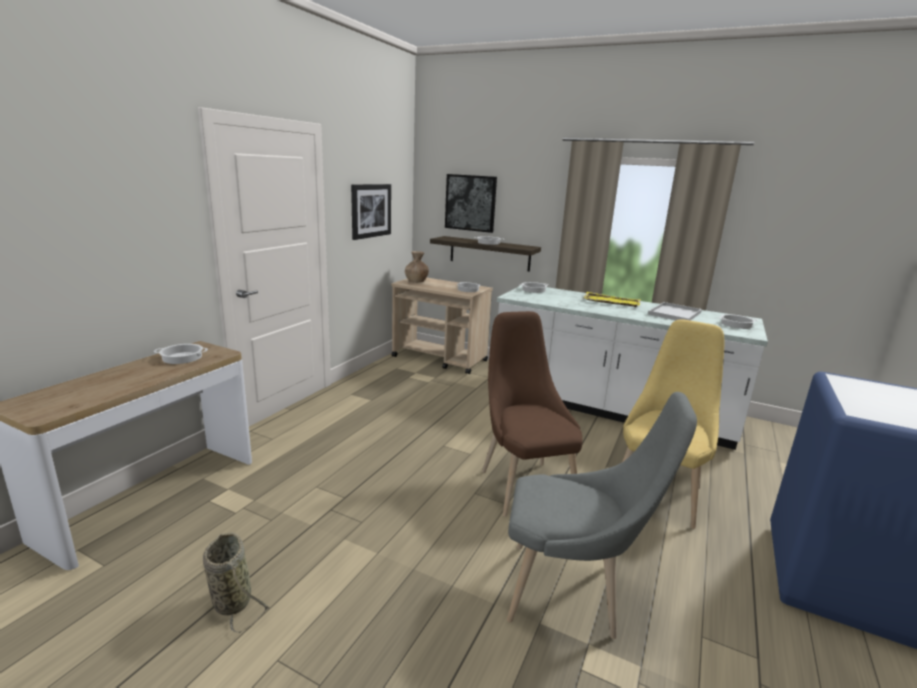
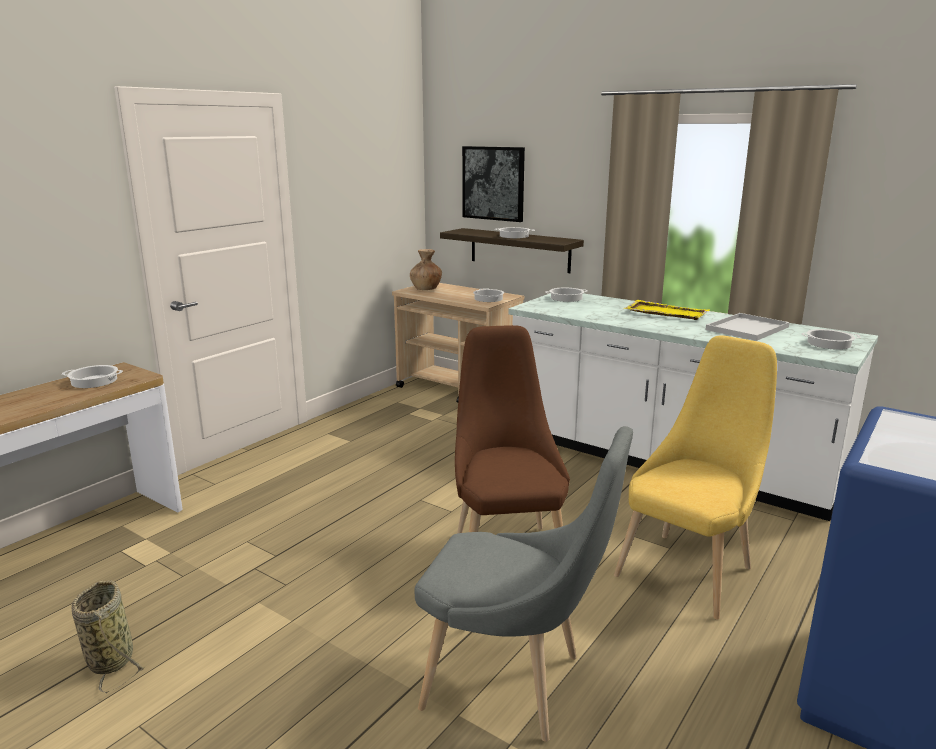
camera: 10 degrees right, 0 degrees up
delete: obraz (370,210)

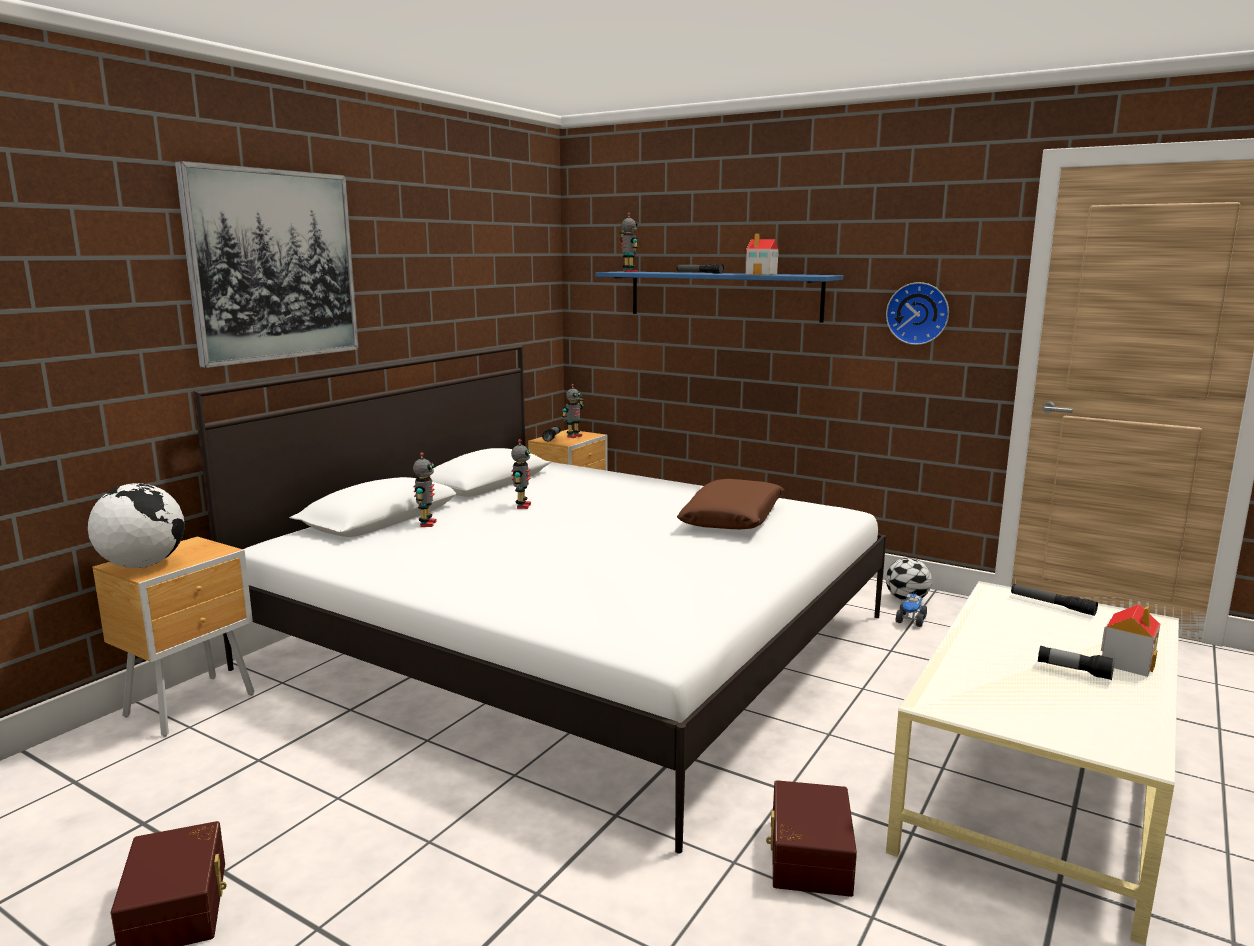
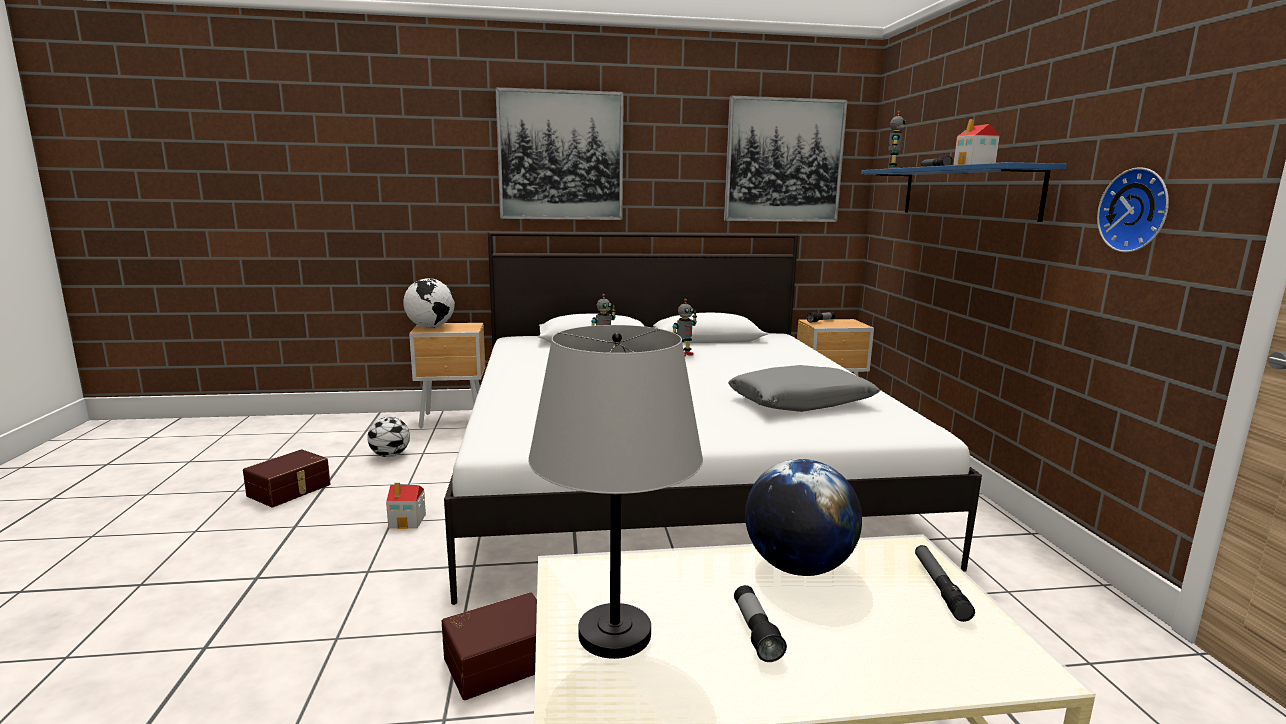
camera: 50 degrees right, 0 degrees up
delete: robot zabawkowy (573,436); ciężarówka zabawkowa (911,620)
insert: lampa stołowa/szary (614,635); obraz (783,161); globus (798,567)
move: piłka futbolowa (907,600) to (390,455); domek (1127,662) to (408,521)
recolor: poduszka/brązowy (733,518) to poduszka/szary (801,402)

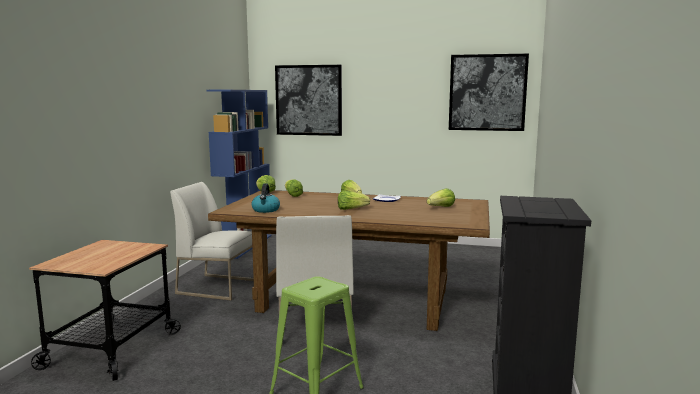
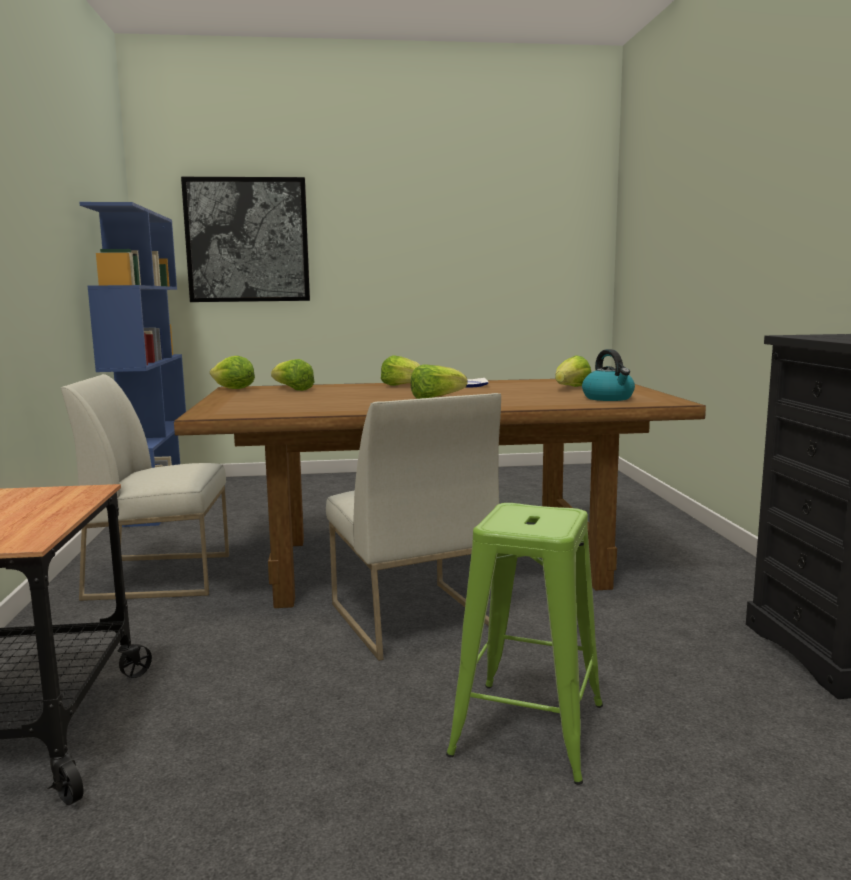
camera: 20 degrees left, 0 degrees up
delete: obraz (487,92)
move: czajnik (266,210) to (608,398)

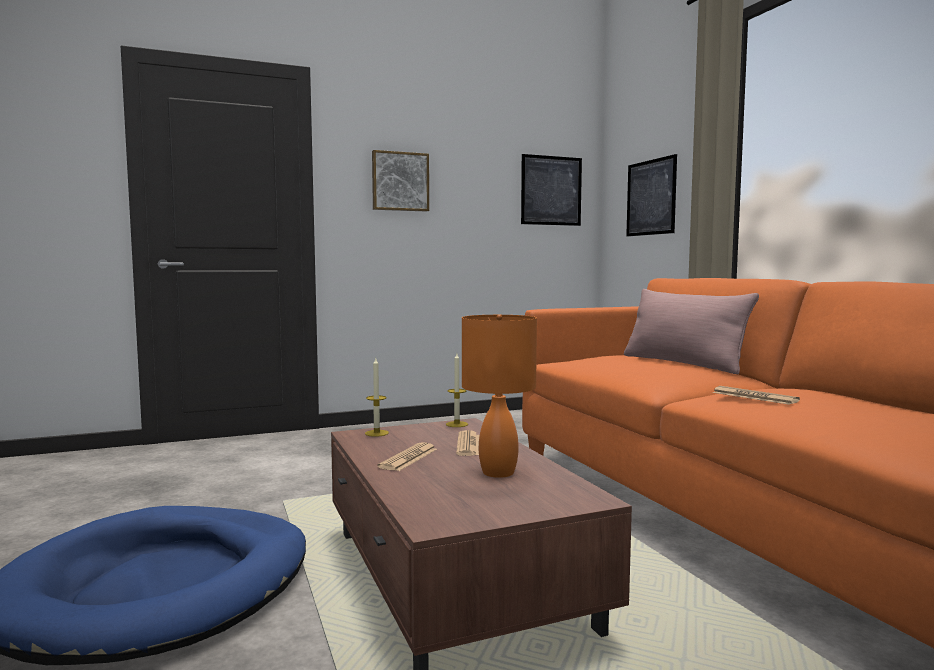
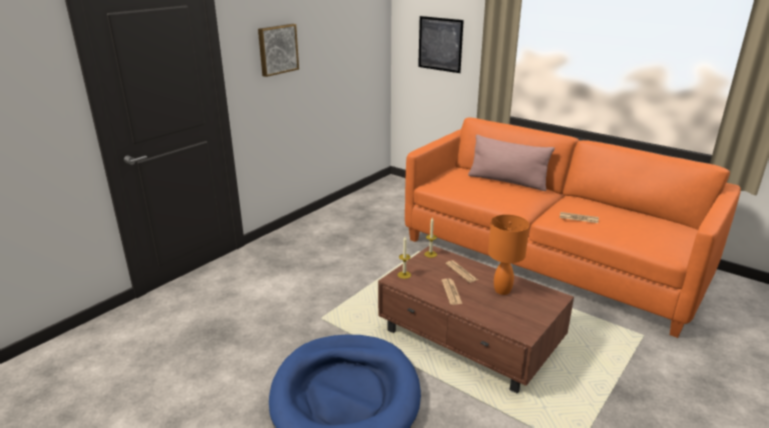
camera: 30 degrees left, 20 degrees up
delete: obraz (551,190)

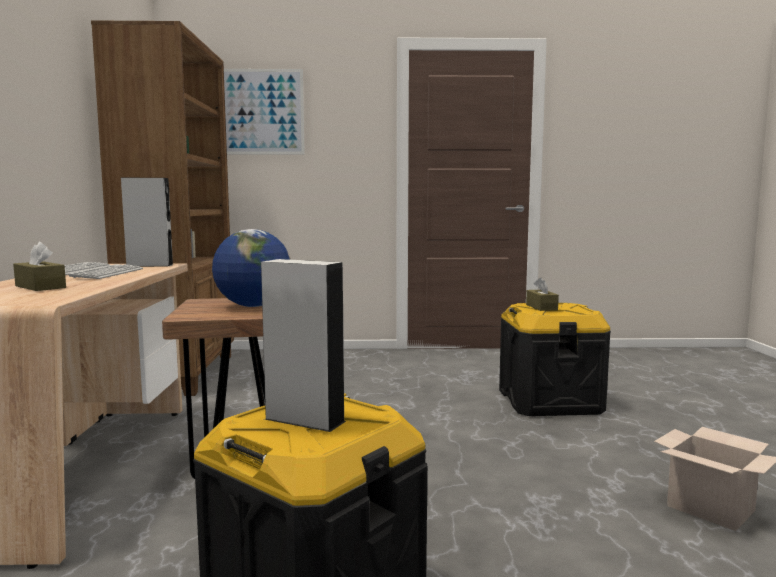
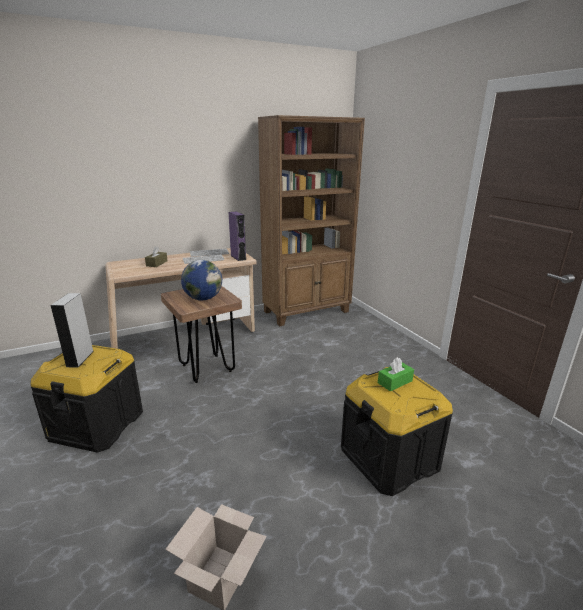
camera: 65 degrees right, 15 degrees up
delete: obraz (262,112)
recolor: głośnik/szary (150,265) to głośnik/fioletowy (238,257); pudełko chusteczek/brązowy (541,307) to pudełko chusteczek/zielony (395,382)

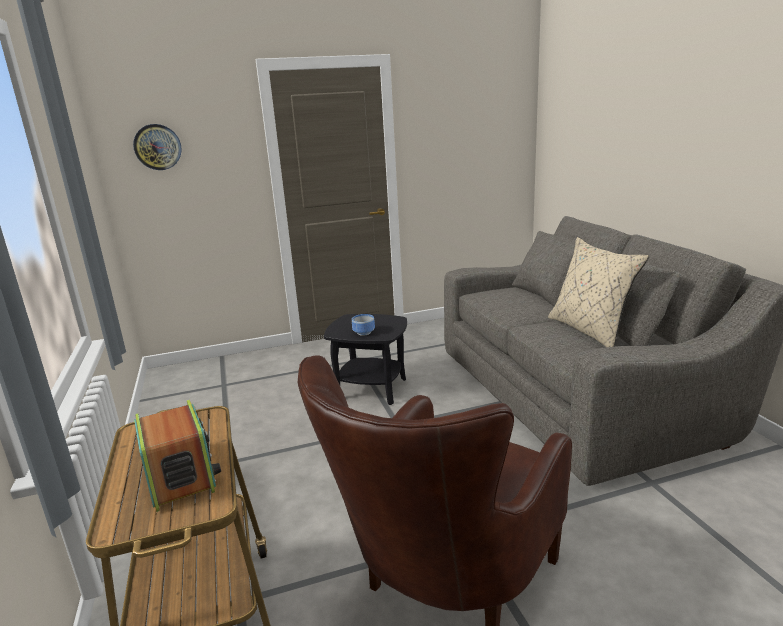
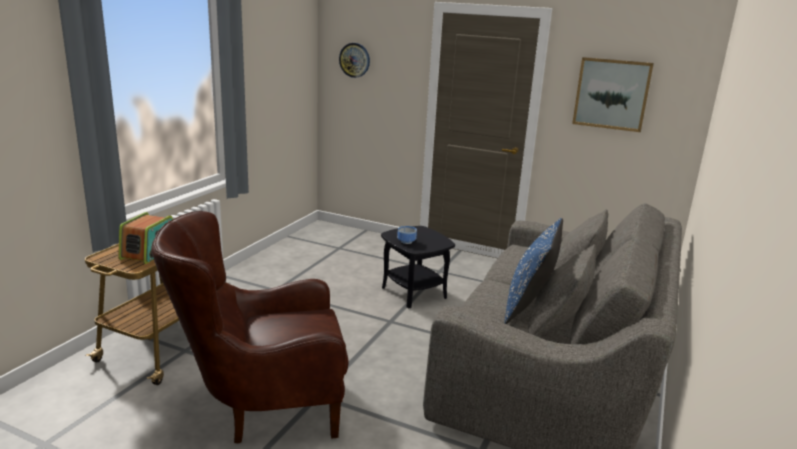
camera: 40 degrees right, 0 degrees up
insert: obraz (611,94)
recolor: poduszka/beżowy (590,331) to poduszka/niebieski (529,306)

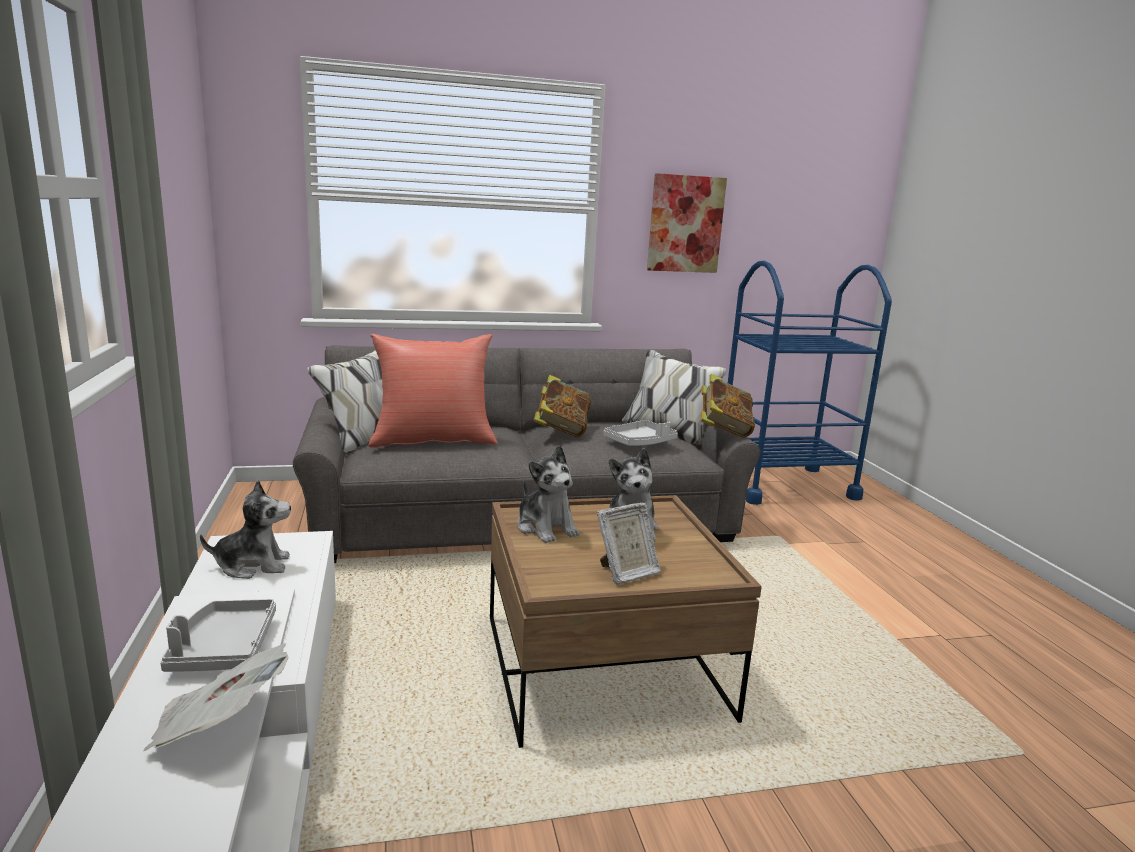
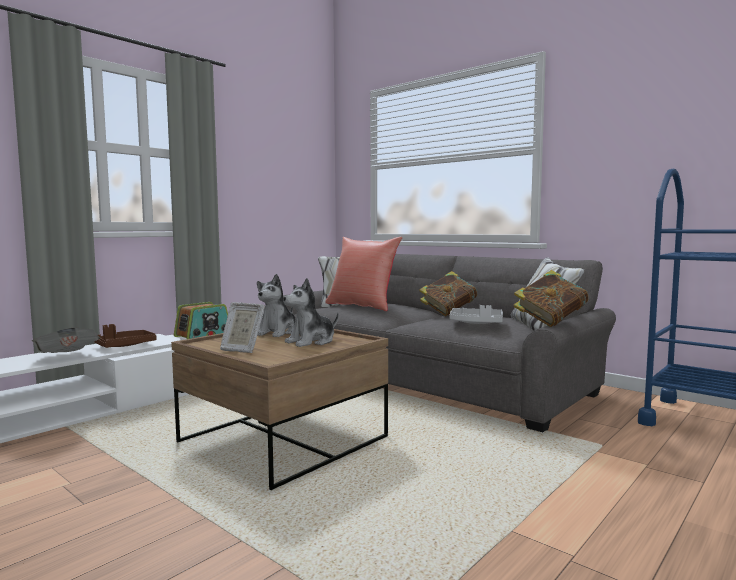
camera: 55 degrees right, 10 degrees down
delete: obraz (685,224)
replace: pluszak (253,565) to radio (203,335)
recolor: taca/szary (223,649) to taca/brązowy (124,345)

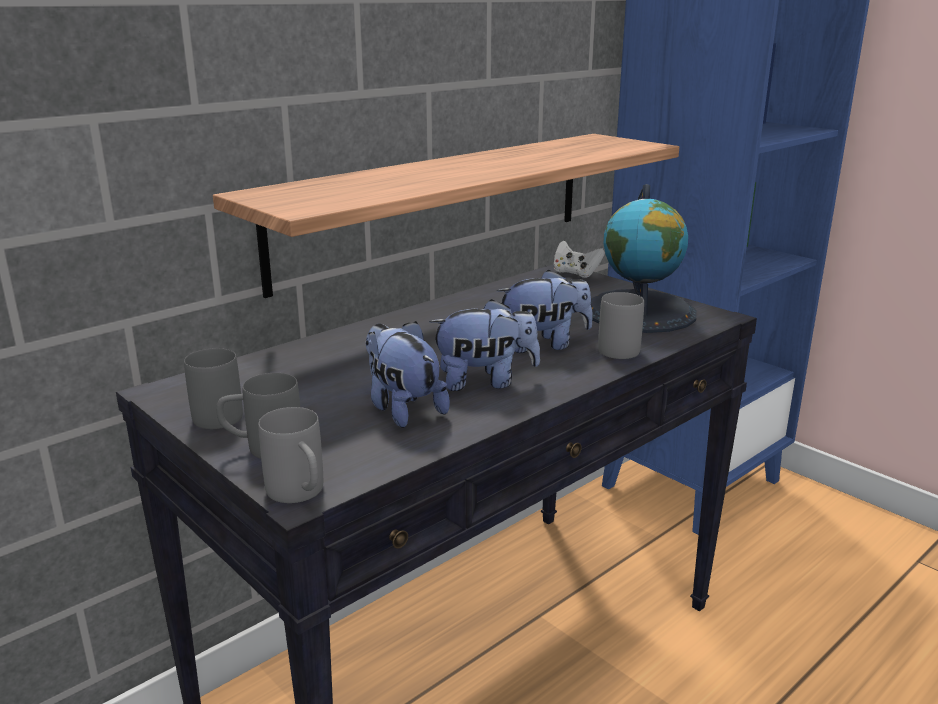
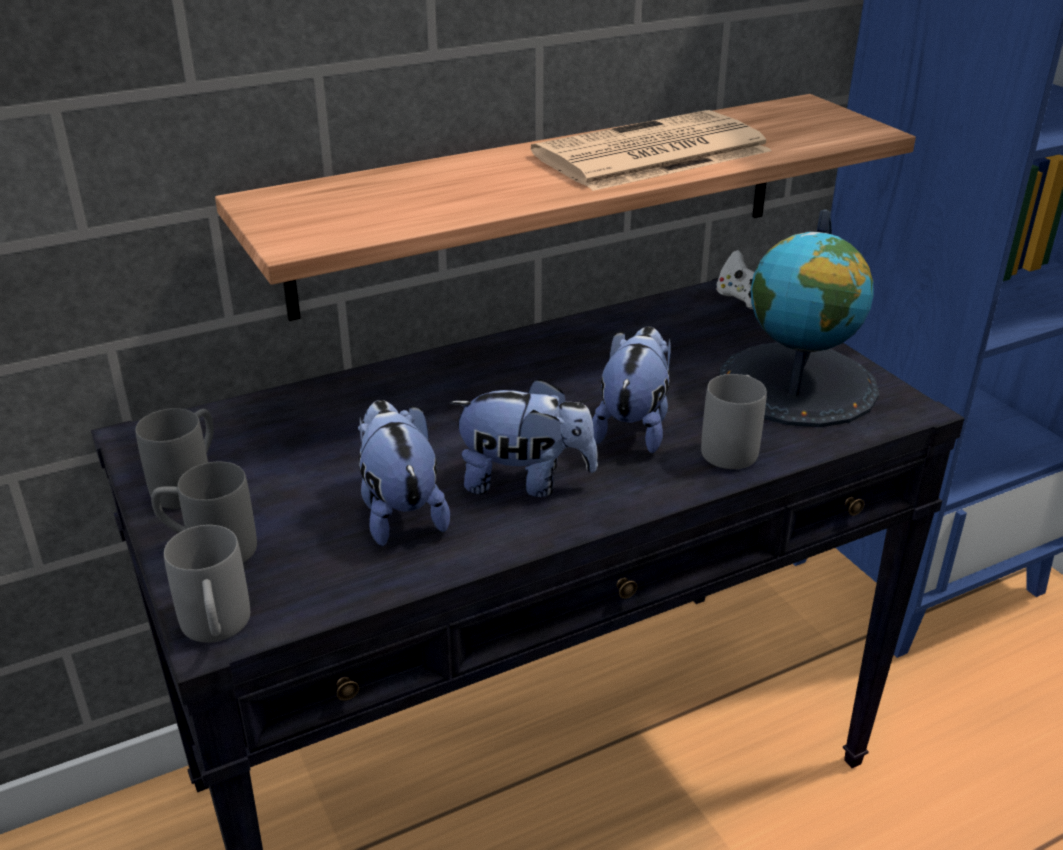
camera: 15 degrees right, 10 degrees up
insert: gazeta (649,154)
rotate: pluszak (544,344) = (634,427) 75 degrees counterclockwise

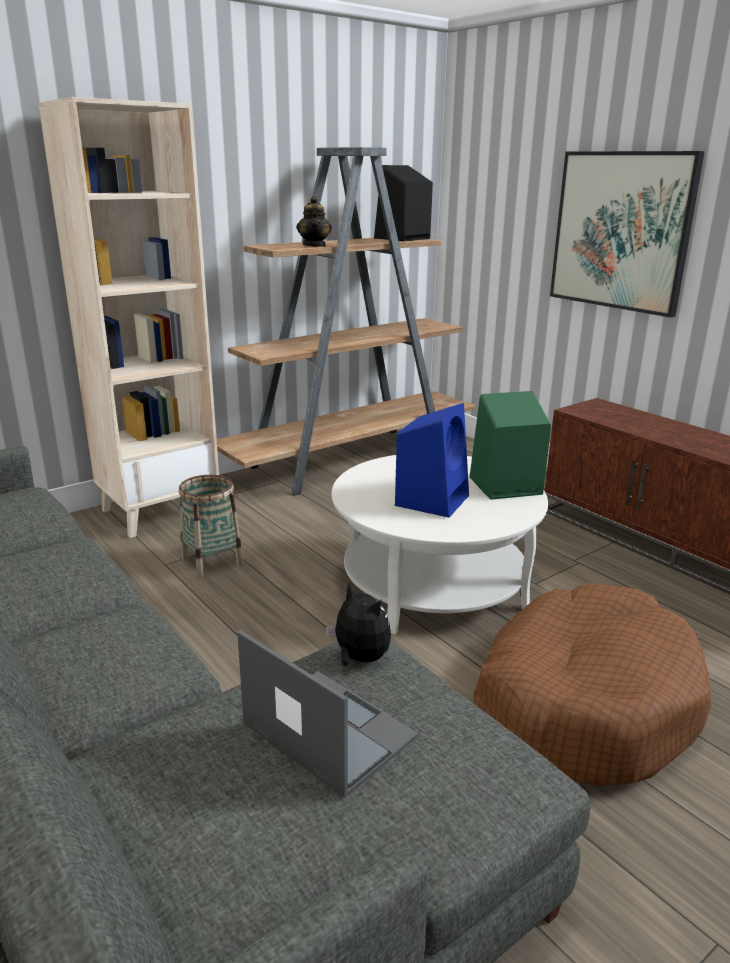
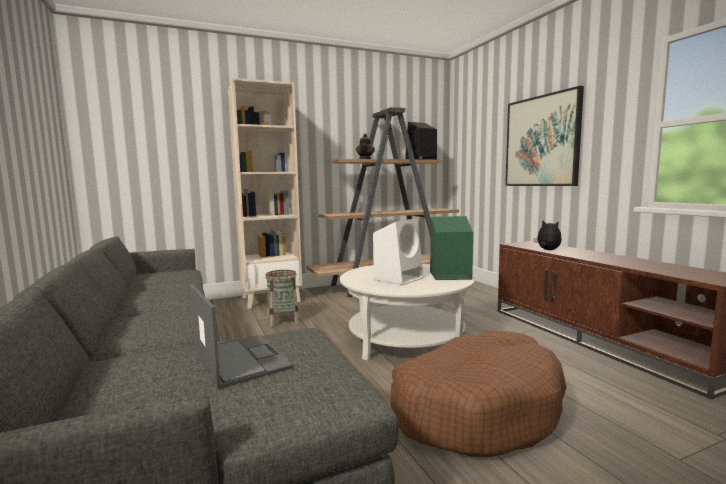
camera: 15 degrees right, 15 degrees down
move: pluszak (359,659) to (547,250)
recolor: głośnik/niebieski (432,499) to głośnik/biały (399,278)

